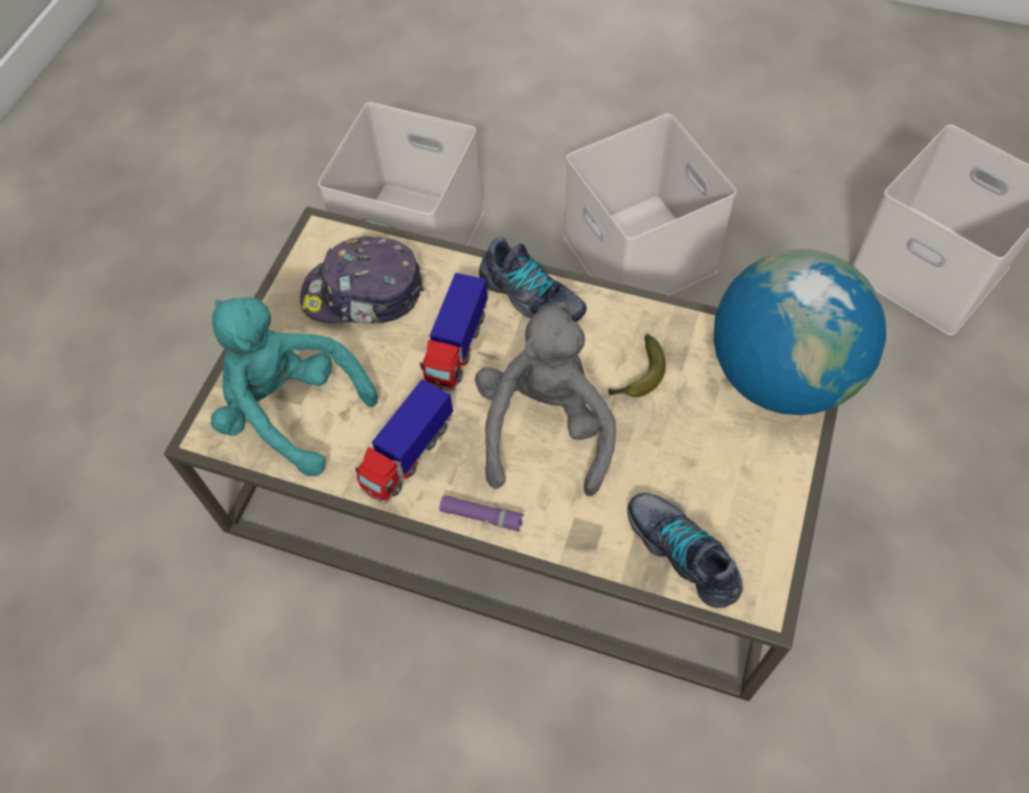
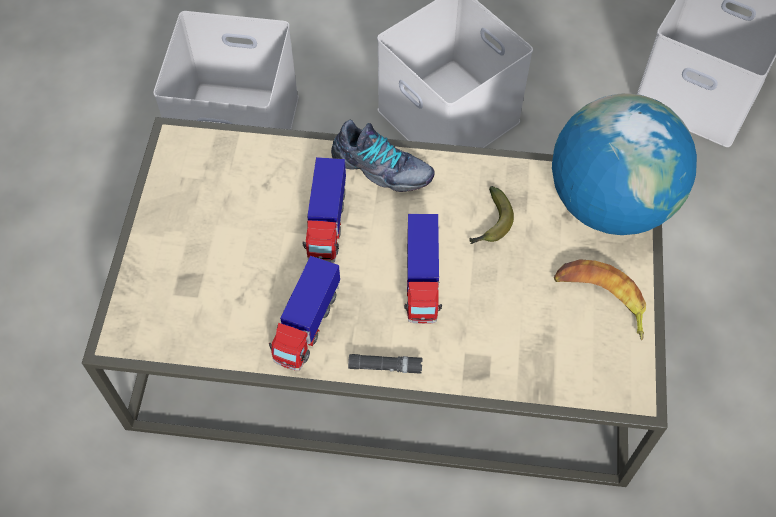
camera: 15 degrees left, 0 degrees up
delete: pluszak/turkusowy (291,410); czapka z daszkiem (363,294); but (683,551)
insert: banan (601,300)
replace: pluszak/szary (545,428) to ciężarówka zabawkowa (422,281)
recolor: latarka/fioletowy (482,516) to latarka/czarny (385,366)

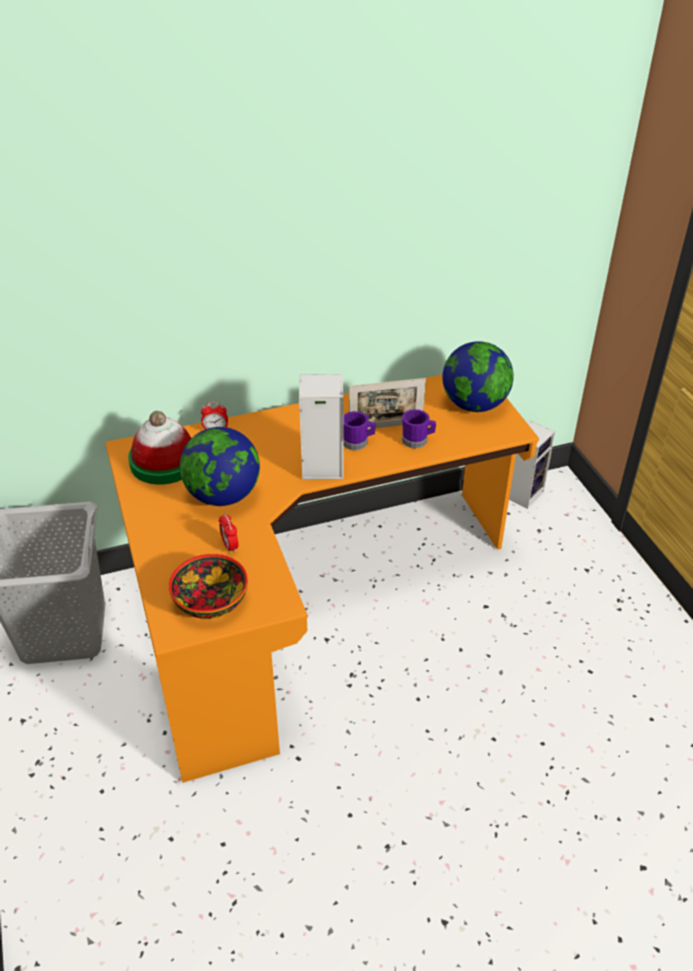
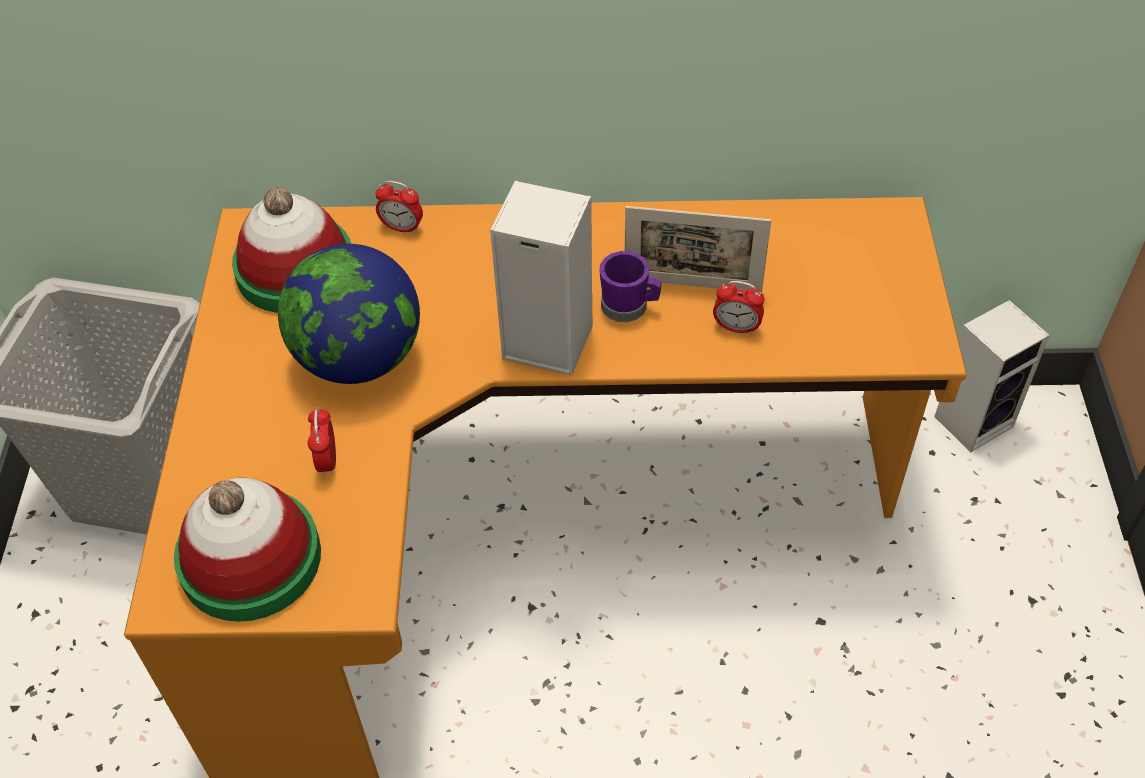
camera: 20 degrees right, 10 degrees up
delete: globus (474,405)
replace: miska (210,601) to kapelusz (250,559); kubek/fioletowy (417,440) to budzik (736,327)

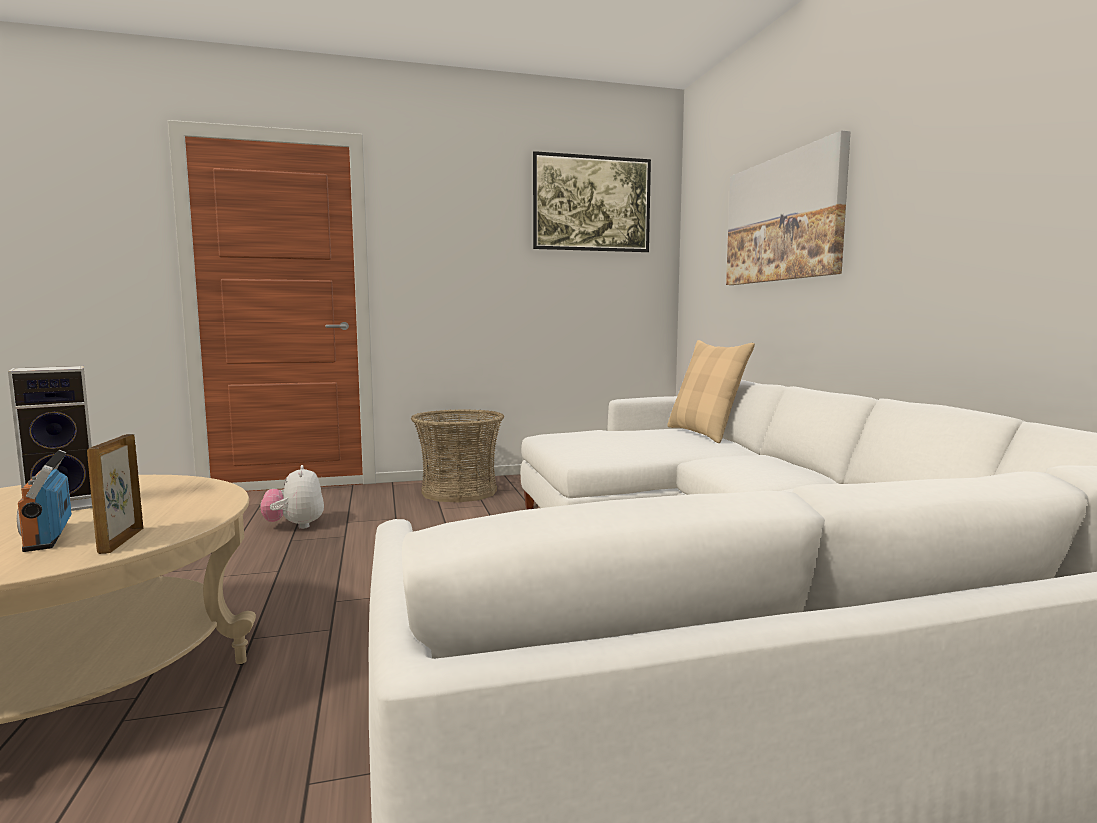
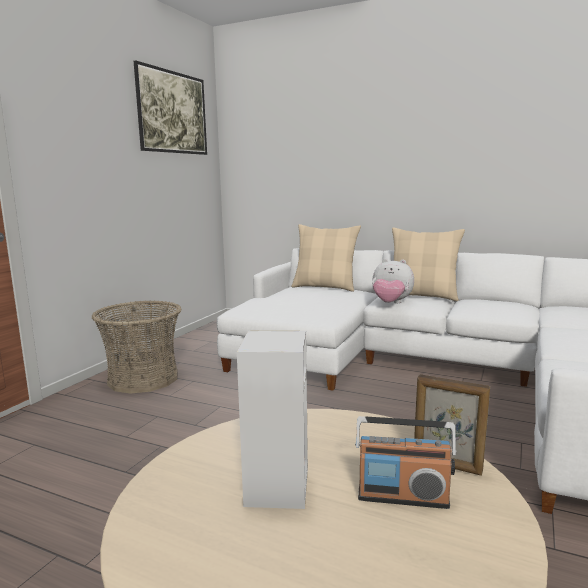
camera: 50 degrees left, 5 degrees up
delete: obraz (783,219)
insert: poduszka/beżowy (422,296)
move: pluszak (295,526) to (391,303)

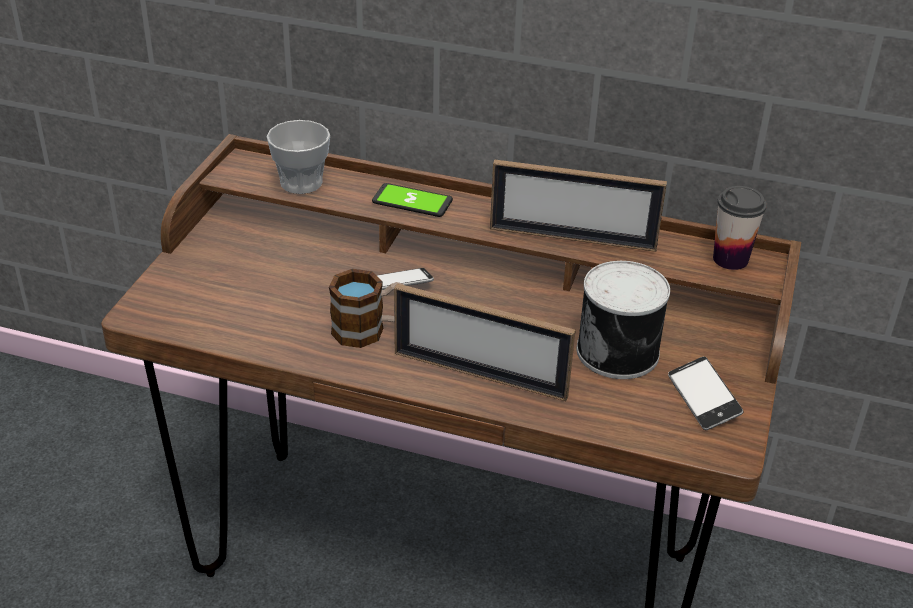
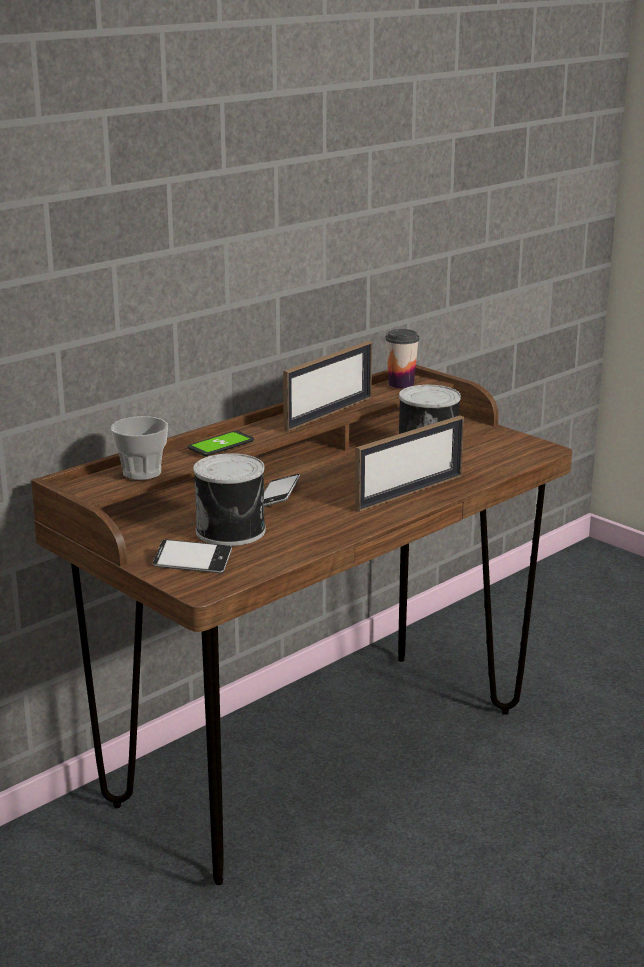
camera: 60 degrees left, 15 degrees down
delete: kubek (369,330)
insert: puszka (232,531)
move: telefon (703,399) to (192,563)

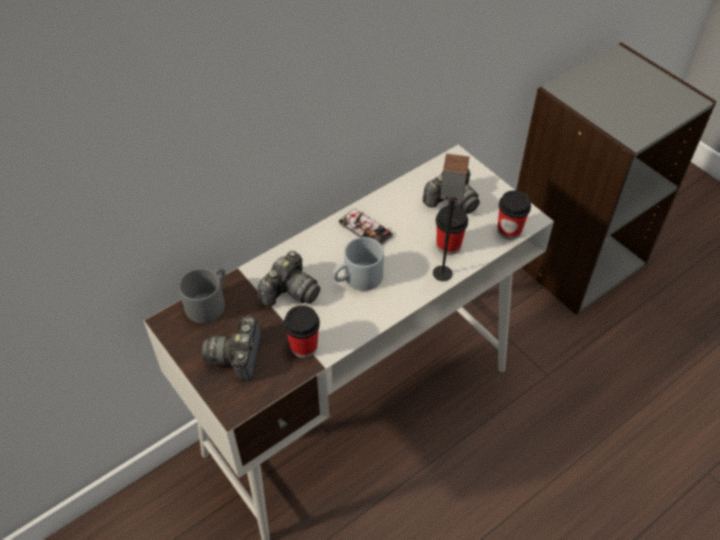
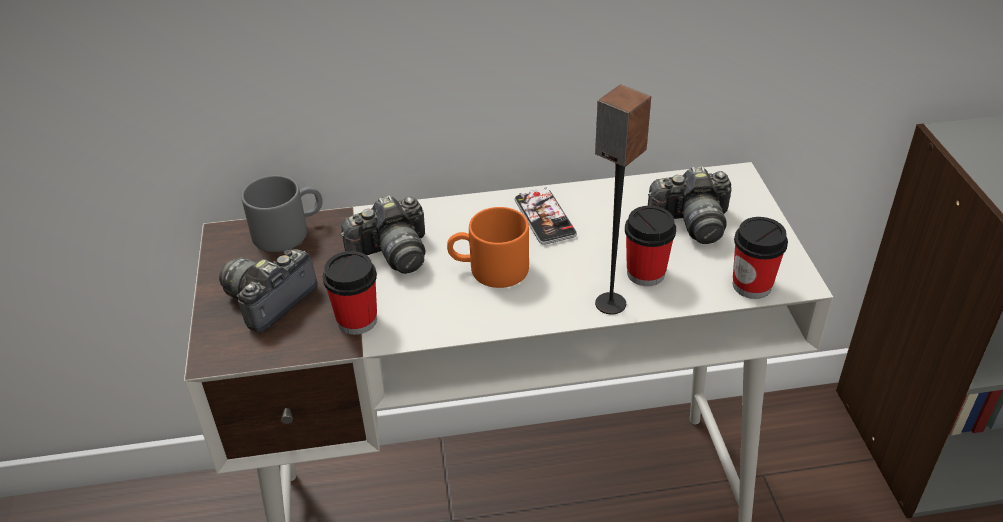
camera: 30 degrees right, 10 degrees down
recolor: kubek/szary (358,279) to kubek/pomarańczowy (489,269)

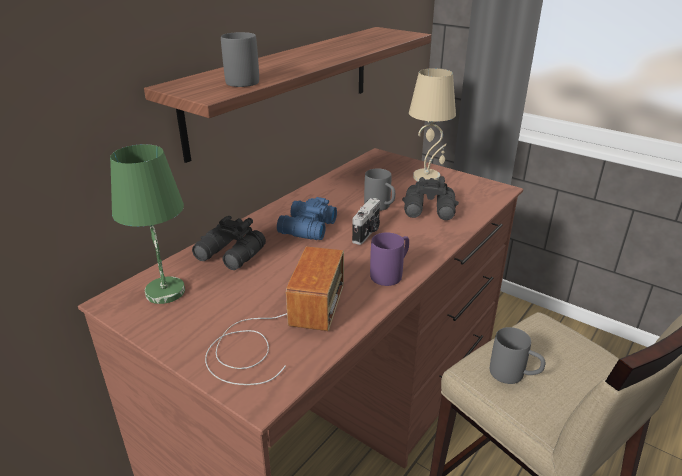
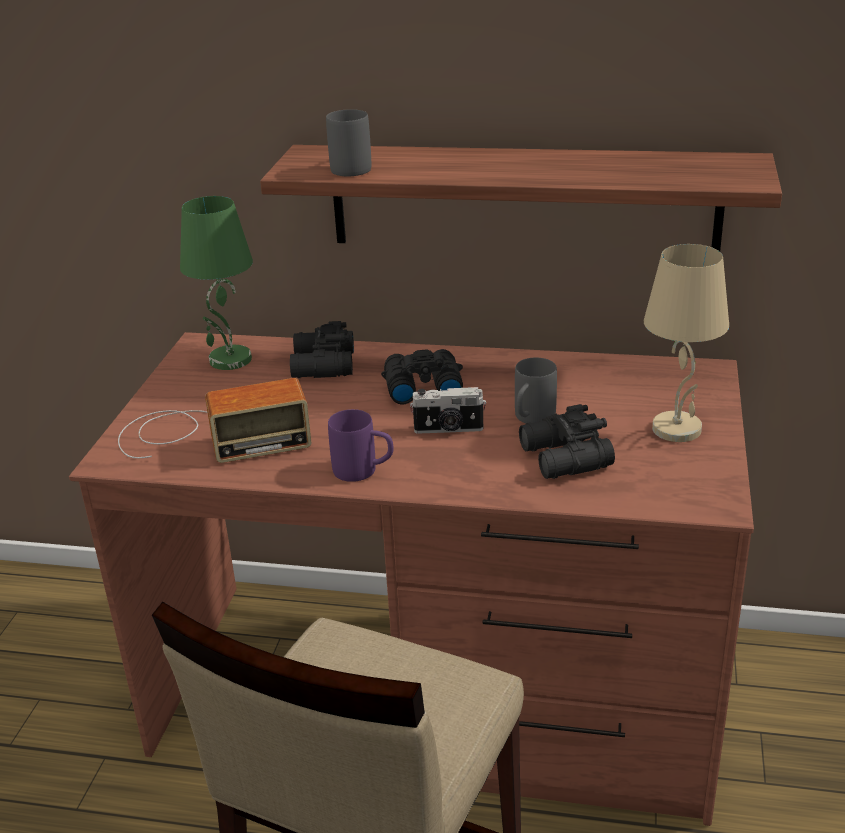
camera: 65 degrees right, 0 degrees up
delete: kubek/szary (514,376)
recolor: lornetka/niebieski (306,228) to lornetka/czarny (421,387)

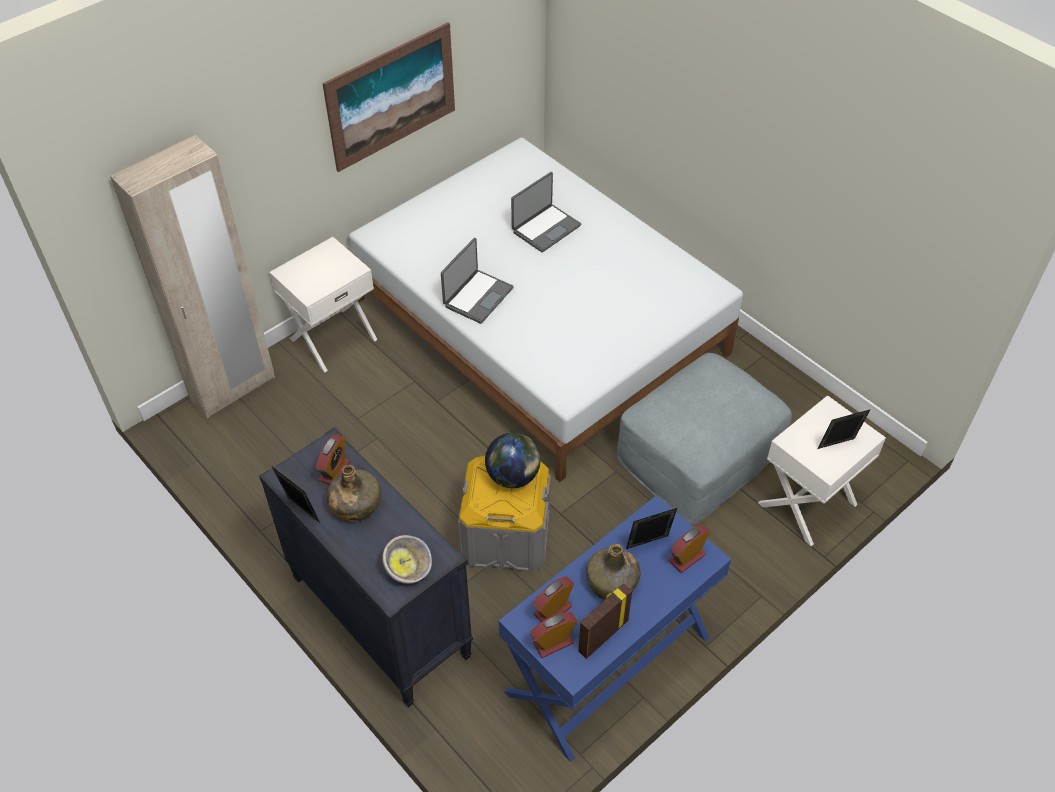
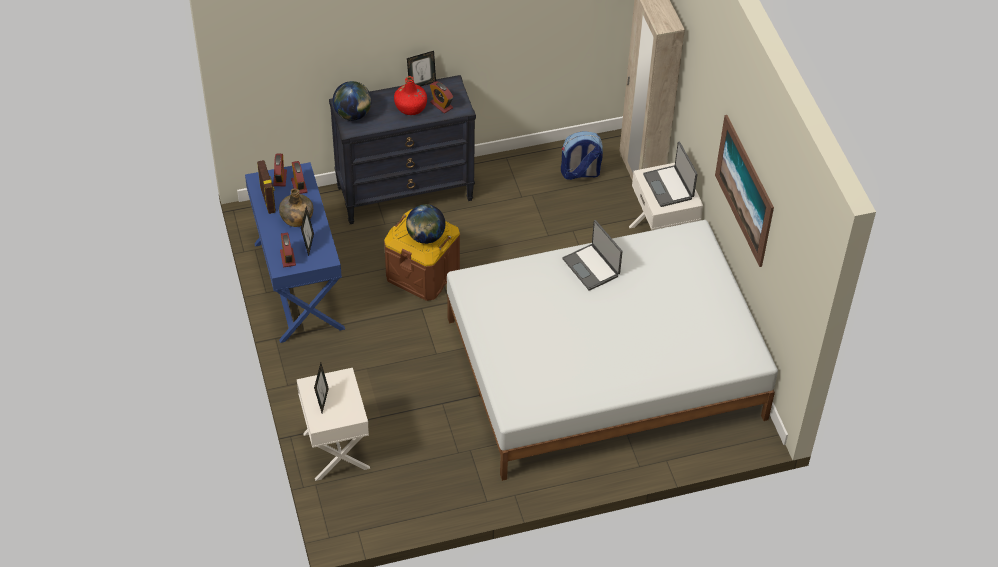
camera: 115 degrees right, 0 degrees up
delete: pufa/szary (698,454)
insert: plecak (580,173)
move: laptop (545,228) to (669,186)
replace: miska (409,569) to globus (353,115)
recolor: butelka/zielony (355,505) to butelka/czerwony (411,107); pojemnik do przechowywania/szary (506,536) to pojemnik do przechowywania/brązowy (422,273)

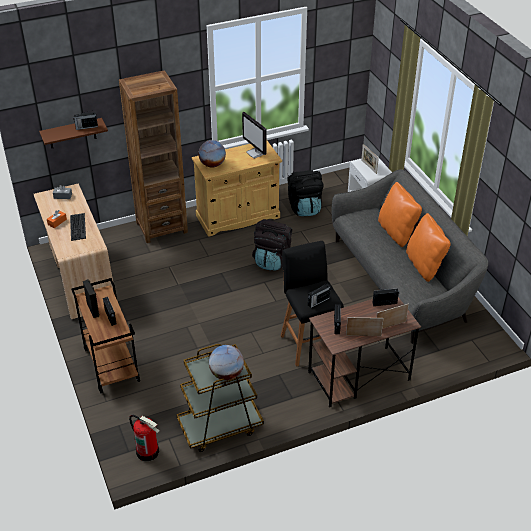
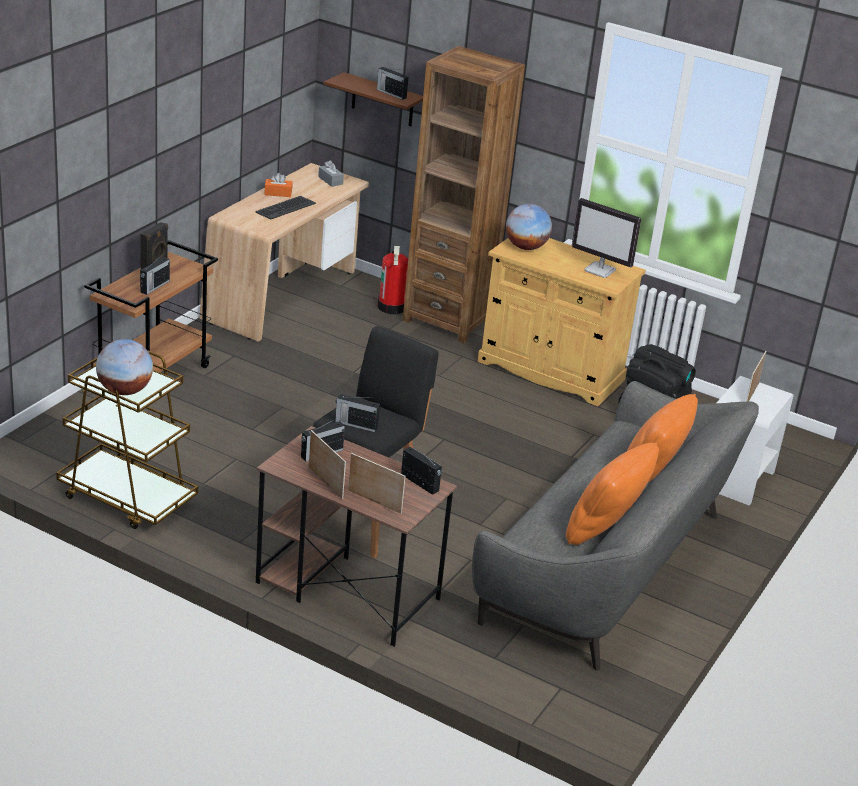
camera: 50 degrees right, 10 degrees down
delete: plecak/czarny (272,260)
move: gaśnica (148,451) to (392,307)
rotate: monitor (255,153) = (600,270) 75 degrees counterclockwise

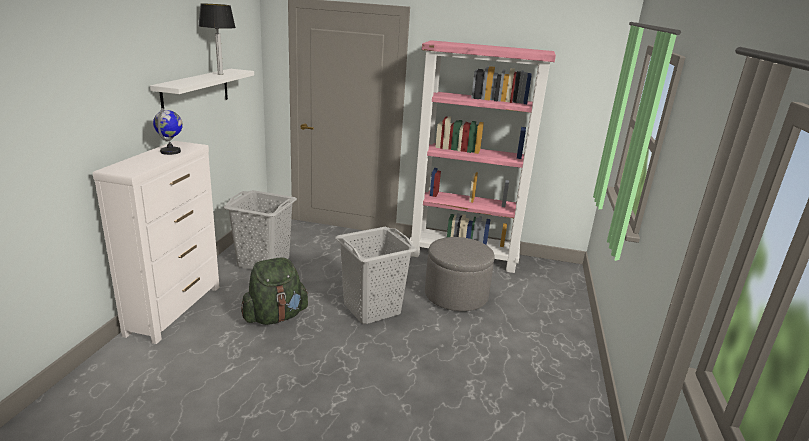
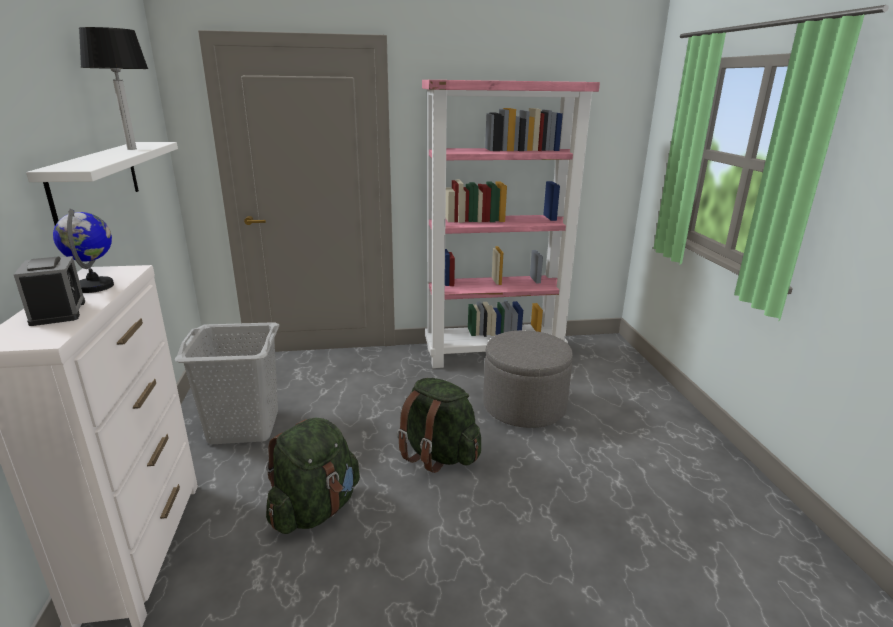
camera: 20 degrees left, 0 degrees up
insert: budzik (58,312)
replace: kosz na pranie/szary (371,308) to plecak/zielony (438,454)

